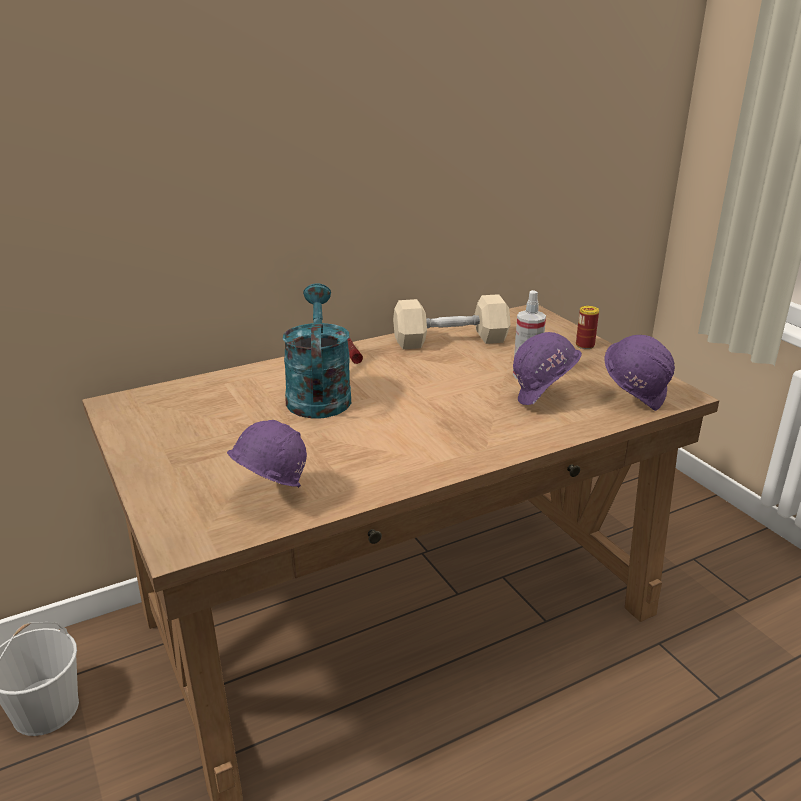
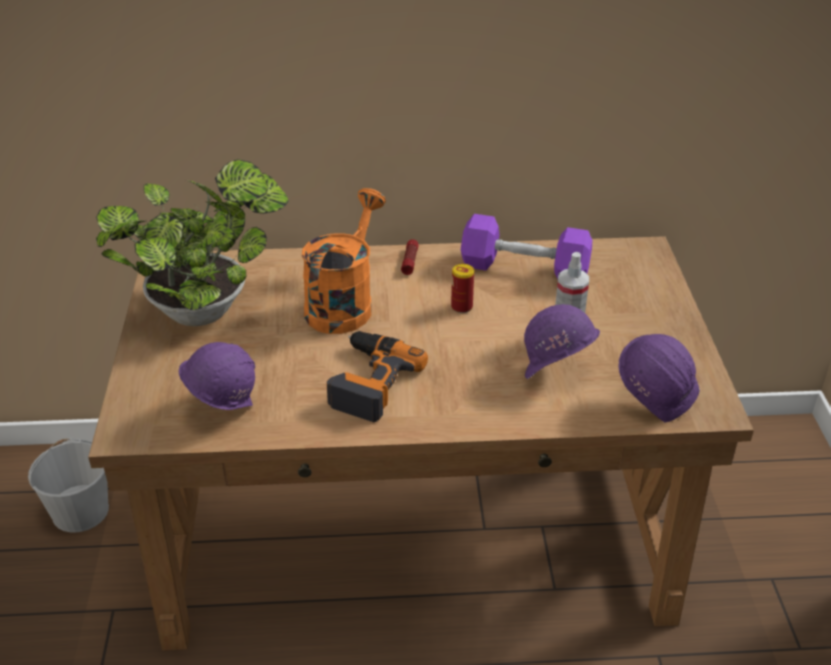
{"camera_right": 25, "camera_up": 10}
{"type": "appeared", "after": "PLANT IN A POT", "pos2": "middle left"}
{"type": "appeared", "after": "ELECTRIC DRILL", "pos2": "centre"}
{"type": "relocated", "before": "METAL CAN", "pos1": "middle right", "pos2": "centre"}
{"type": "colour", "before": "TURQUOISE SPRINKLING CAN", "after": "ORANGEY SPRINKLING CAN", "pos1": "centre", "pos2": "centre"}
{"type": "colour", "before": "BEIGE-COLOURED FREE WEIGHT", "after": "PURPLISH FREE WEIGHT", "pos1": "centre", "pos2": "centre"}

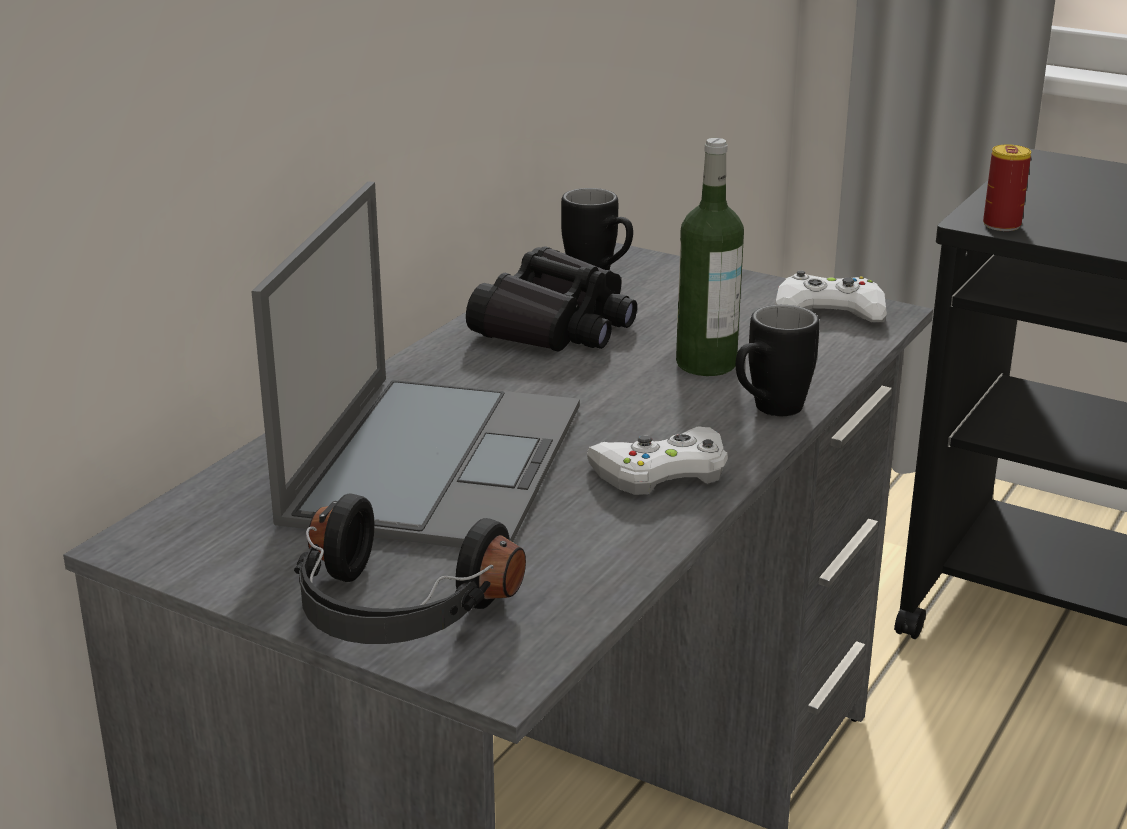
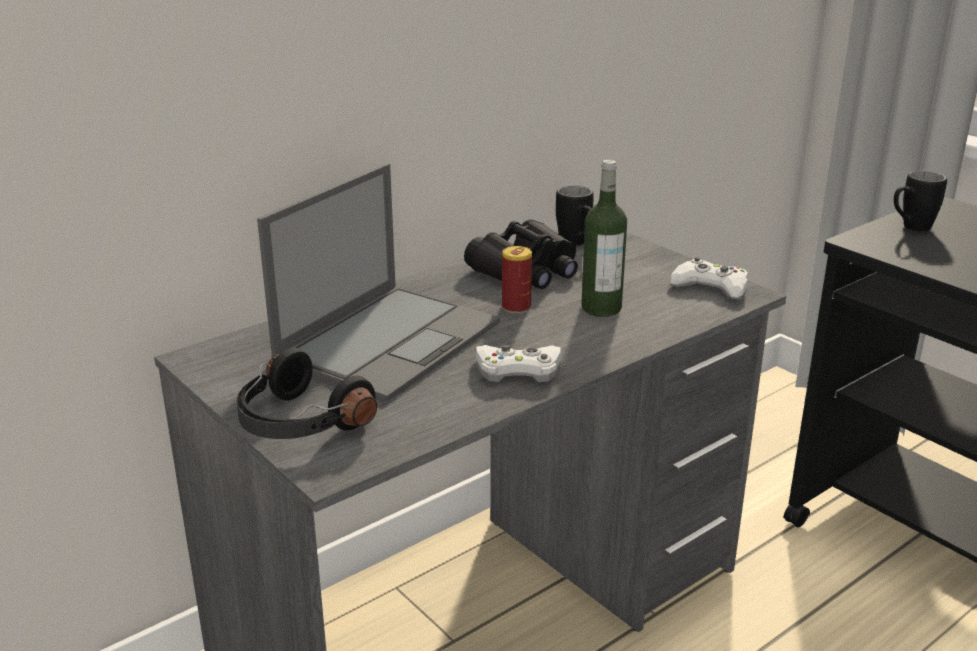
{"camera_right": 20, "camera_up": 0}
{"type": "relocated", "before": "BLACKISH COFFEE MUG (no. 2 from left)", "pos1": "middle right", "pos2": "top right"}
{"type": "relocated", "before": "METAL CAN", "pos1": "top right", "pos2": "centre"}

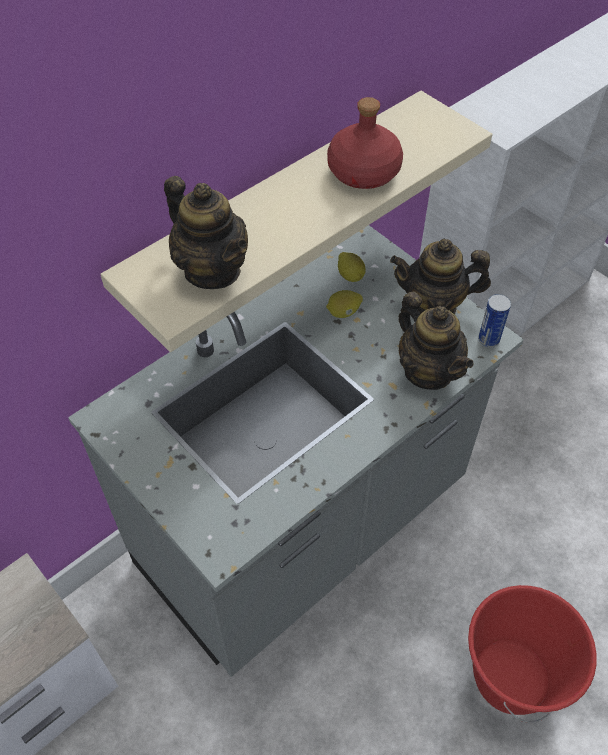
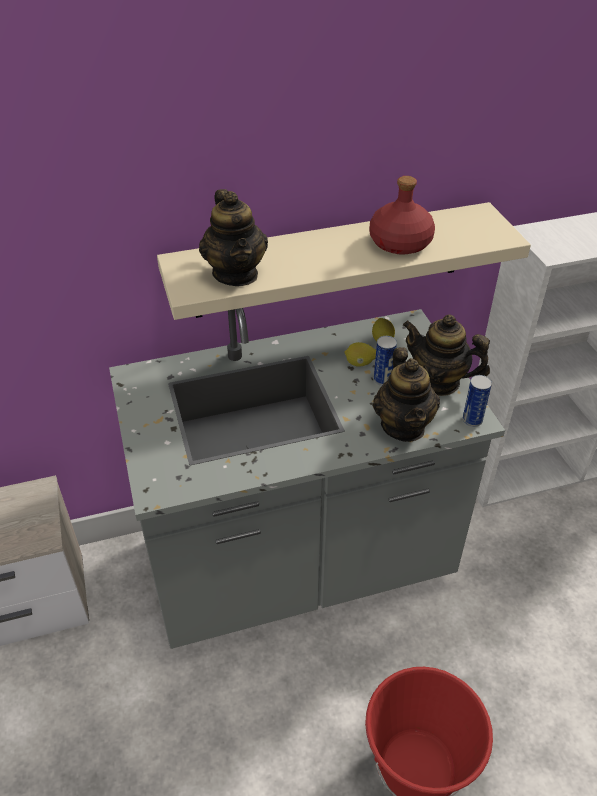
{"camera_right": 25, "camera_up": -10}
{"type": "appeared", "after": "METAL CAN (no. 1 from left)", "pos2": "centre"}

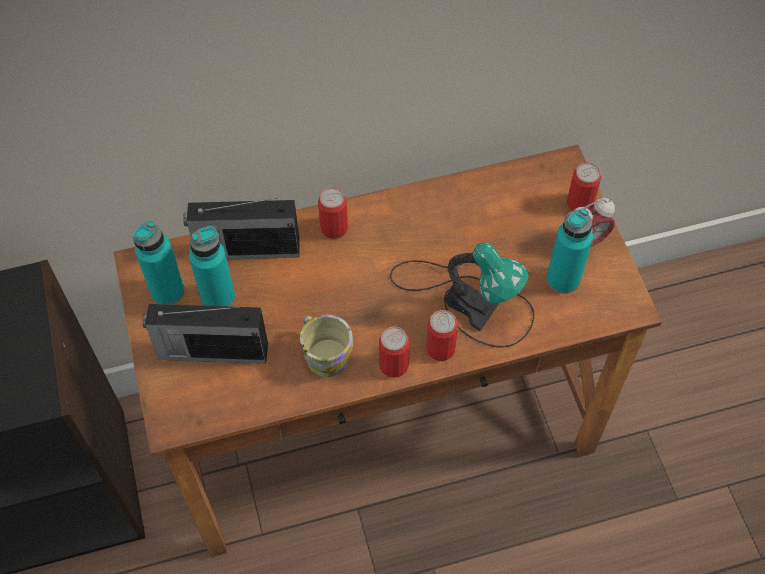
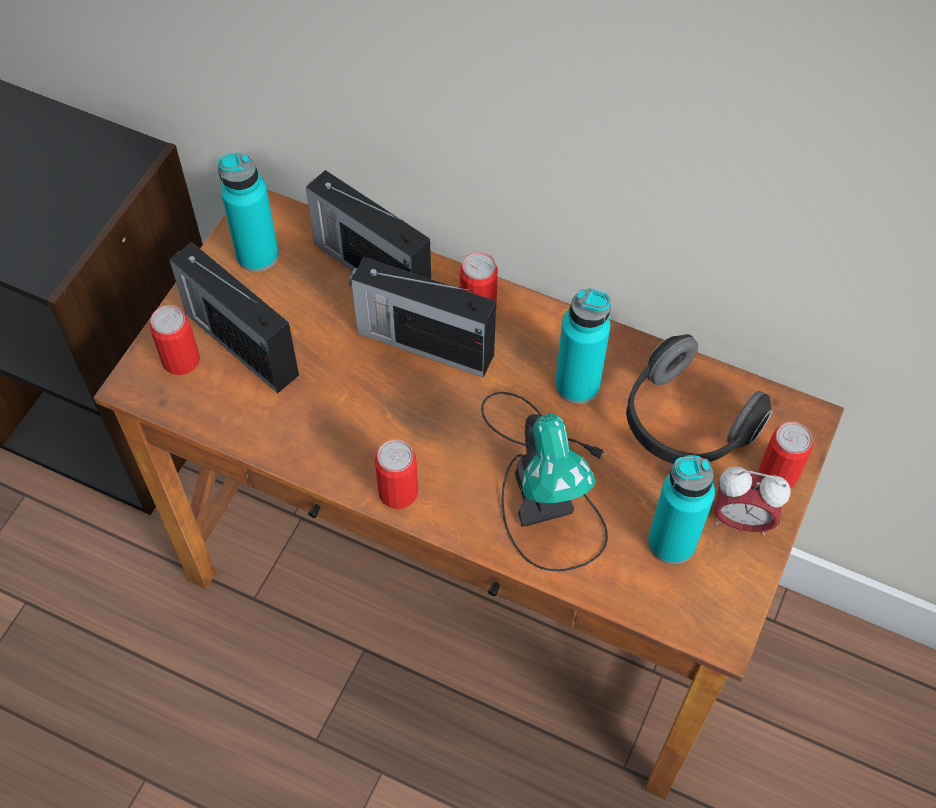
{"camera_right": 40, "camera_up": 0}
{"type": "missing", "before": "COFFEE MUG", "pos1": "centre"}
{"type": "appeared", "after": "RADIO SET (no. 3 from left)", "pos2": "centre"}
{"type": "appeared", "after": "PAIR OF HEADPHONES", "pos2": "middle right"}
{"type": "relocated", "before": "TURQUOISE BOTTLE (no. 2 from left)", "pos1": "middle left", "pos2": "centre"}
{"type": "relocated", "before": "METAL CAN (no. 3 from left in the first image)", "after": "METAL CAN (no. 1 from left)", "pos1": "centre", "pos2": "middle left"}

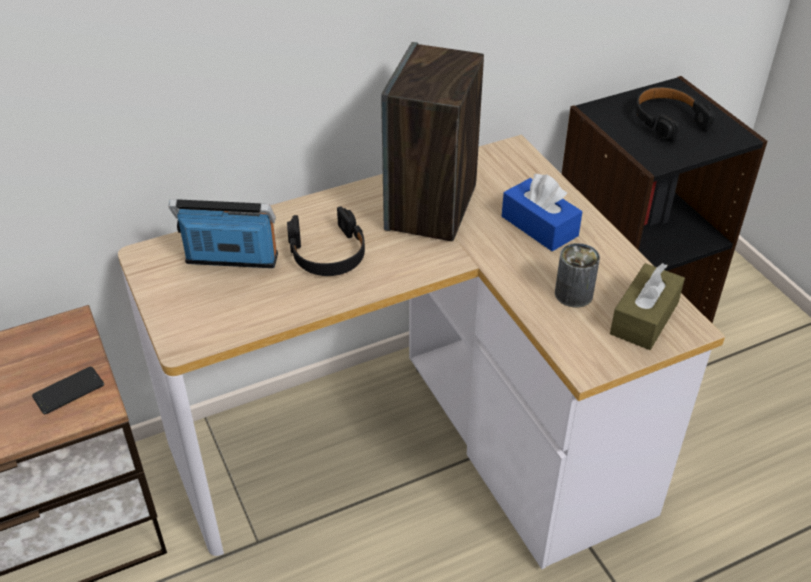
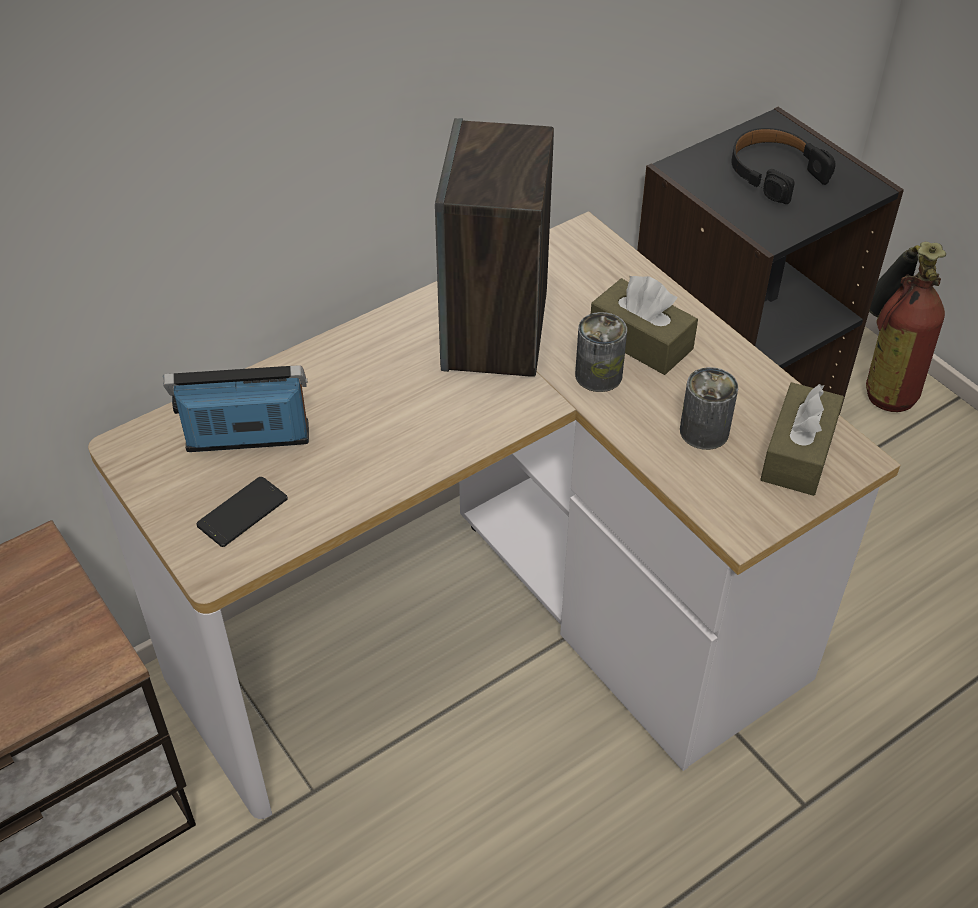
{"camera_right": -10, "camera_up": 5}
{"type": "missing", "before": "BLACKISH PAIR OF HEADPHONES (no. 1 from left)", "pos1": "centre"}
{"type": "appeared", "after": "METAL CAN (no. 1 from left)", "pos2": "centre"}
{"type": "appeared", "after": "EXTINGUISHER", "pos2": "middle right"}
{"type": "relocated", "before": "TELEPHONE", "pos1": "bottom left", "pos2": "middle left"}
{"type": "colour", "before": "BLUISH TISSUE HOLDER", "after": "BROWN-COLOURED TISSUE HOLDER (no. 1 from left)", "pos1": "middle right", "pos2": "centre"}

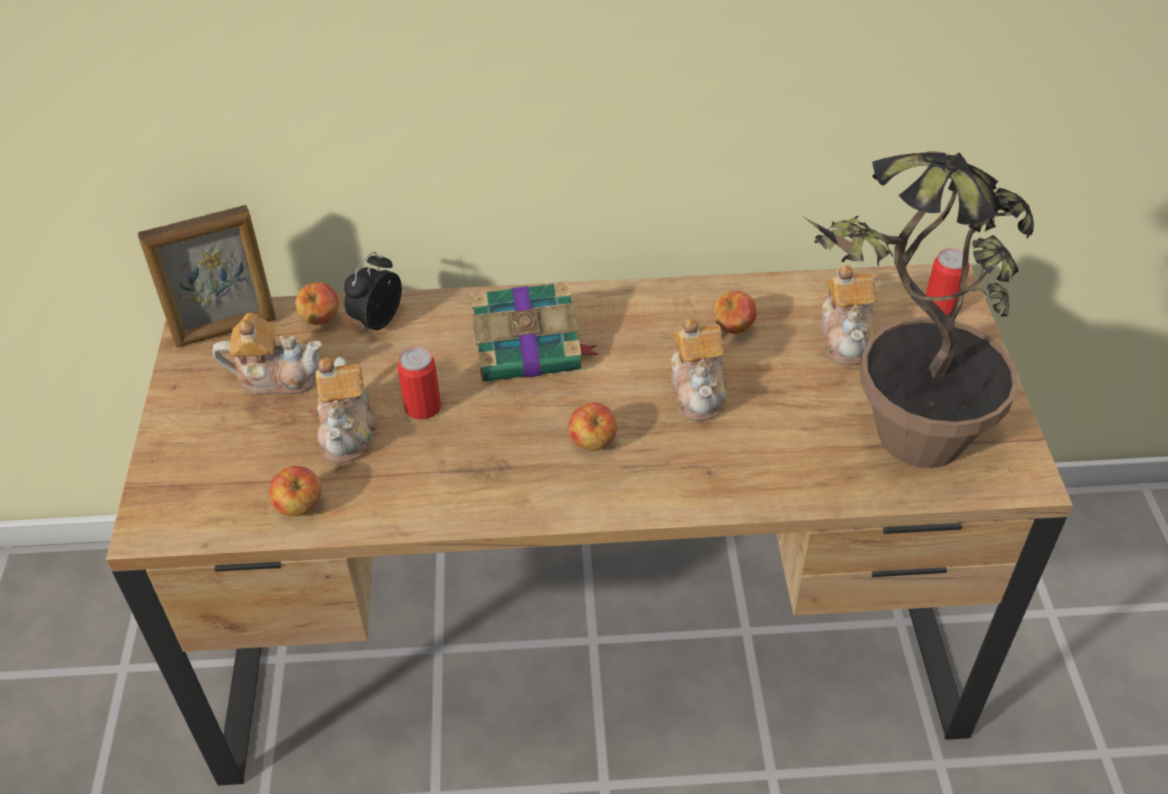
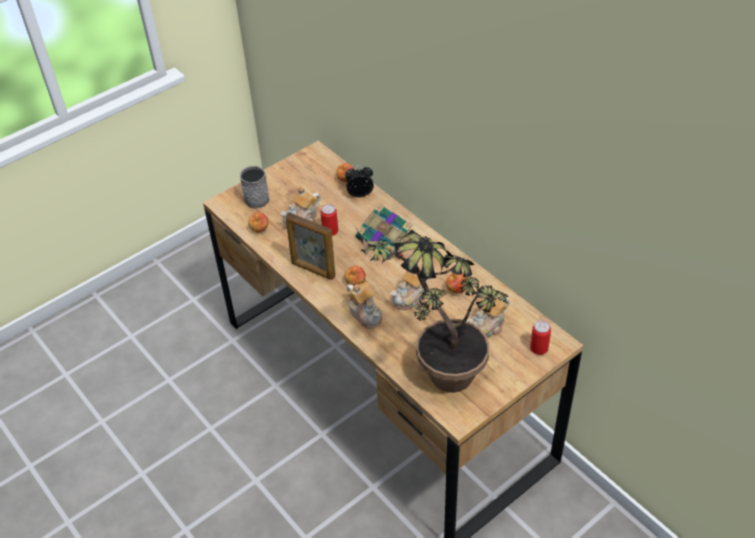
{"camera_right": 55, "camera_up": 0}
{"type": "appeared", "after": "GREY COFFEE MUG", "pos2": "centre"}
{"type": "relocated", "before": "PHOTO FRAME", "pos1": "middle left", "pos2": "centre"}
{"type": "relocated", "before": "POT FOR TEA (no. 1 from left in the first image)", "after": "POT FOR TEA (no. 2 from left)", "pos1": "middle left", "pos2": "centre"}

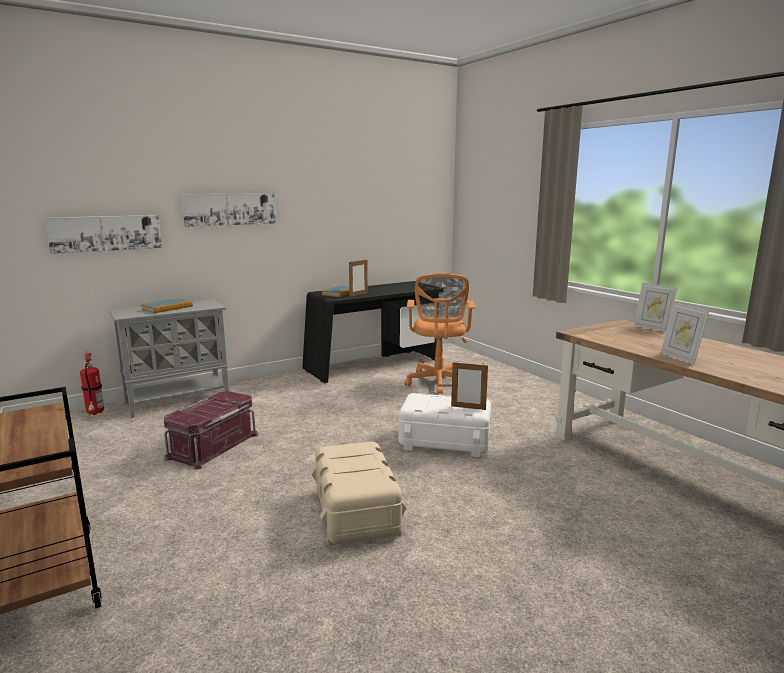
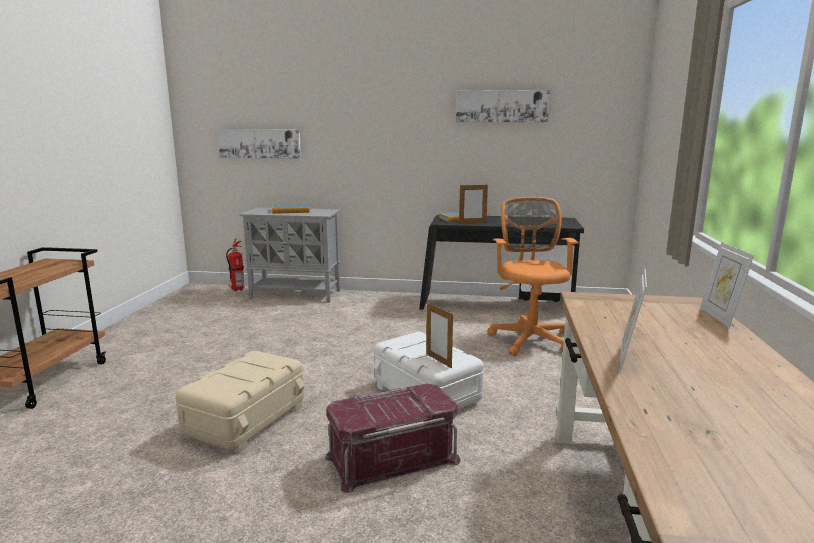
{"camera_right": 40, "camera_up": 0}
{"type": "relocated", "before": "RED STORAGE CONTAINER", "pos1": "middle left", "pos2": "bottom centre"}
{"type": "relocated", "before": "WALL ART (no. 2 from left)", "pos1": "top left", "pos2": "top centre"}
{"type": "spun", "before": "ORANGEY COMPUTER CHAIR", "pos1": "centre", "pos2": "centre", "turn": 135}

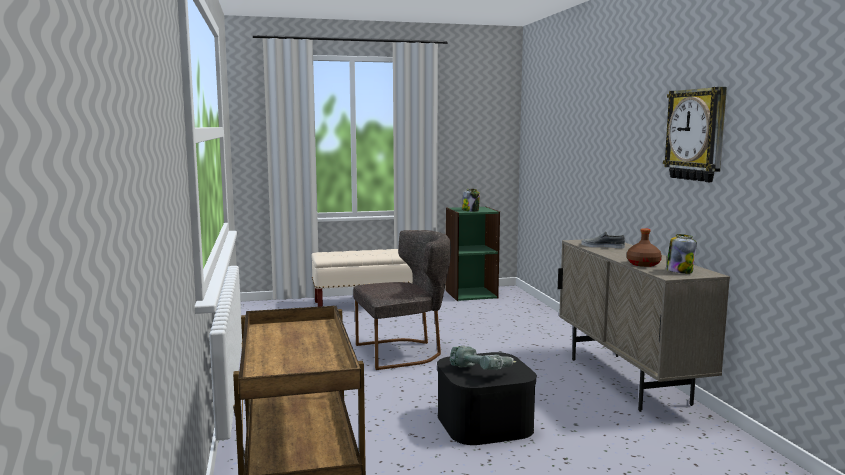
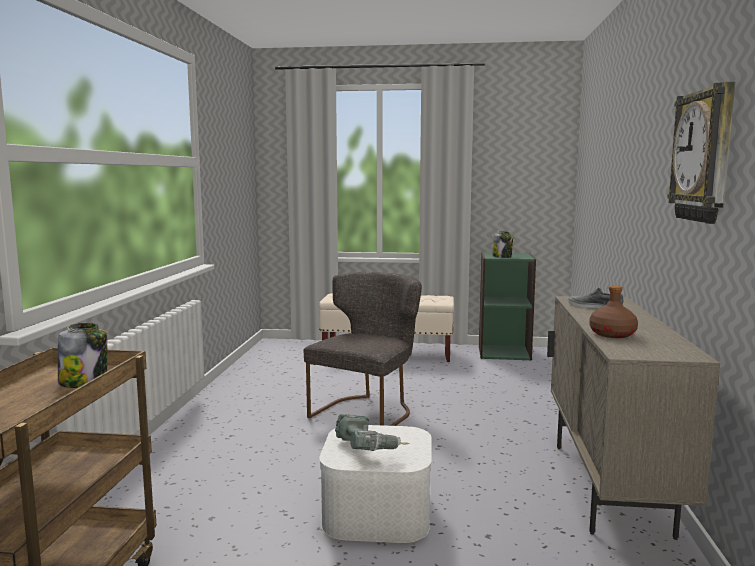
{"camera_right": 20, "camera_up": 0}
{"type": "relocated", "before": "PRESERVE JAR (no. 2 from left in the first image)", "after": "PRESERVE JAR (no. 1 from left)", "pos1": "middle right", "pos2": "middle left"}
{"type": "colour", "before": "BLACKISH STORAGE CONTAINER", "after": "WHITISH STORAGE CONTAINER", "pos1": "bottom centre", "pos2": "bottom centre"}
{"type": "spun", "before": "GREY PLAIN CHAIR", "pos1": "centre", "pos2": "centre", "turn": -60}

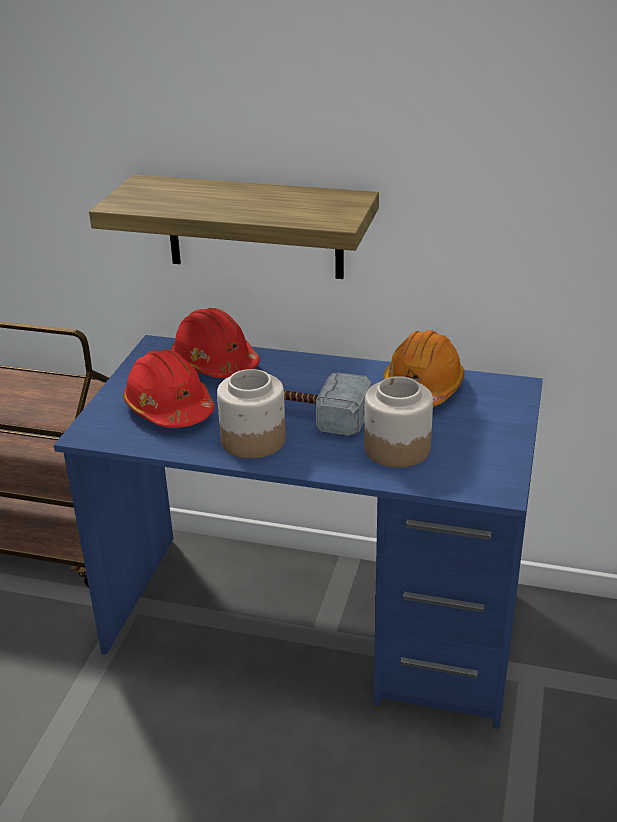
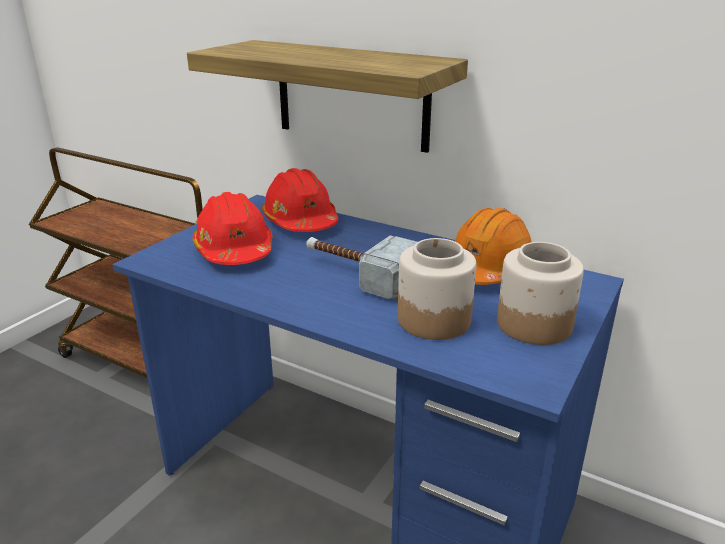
{"camera_right": 15, "camera_up": -5}
{"type": "relocated", "before": "PRESERVE JAR (no. 1 from left in the first image)", "after": "PRESERVE JAR (no. 2 from left)", "pos1": "centre", "pos2": "middle right"}

